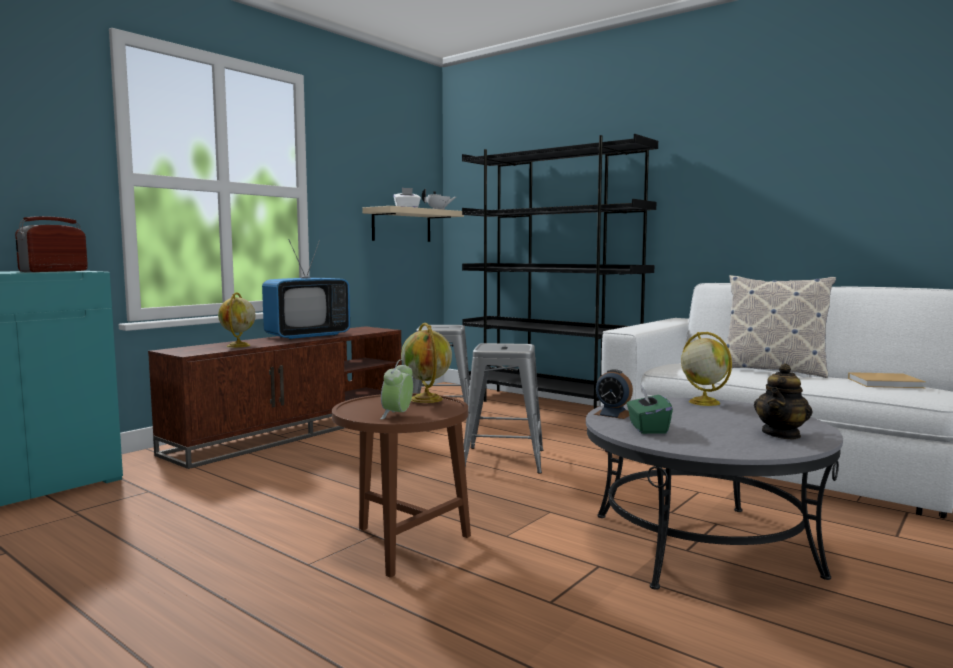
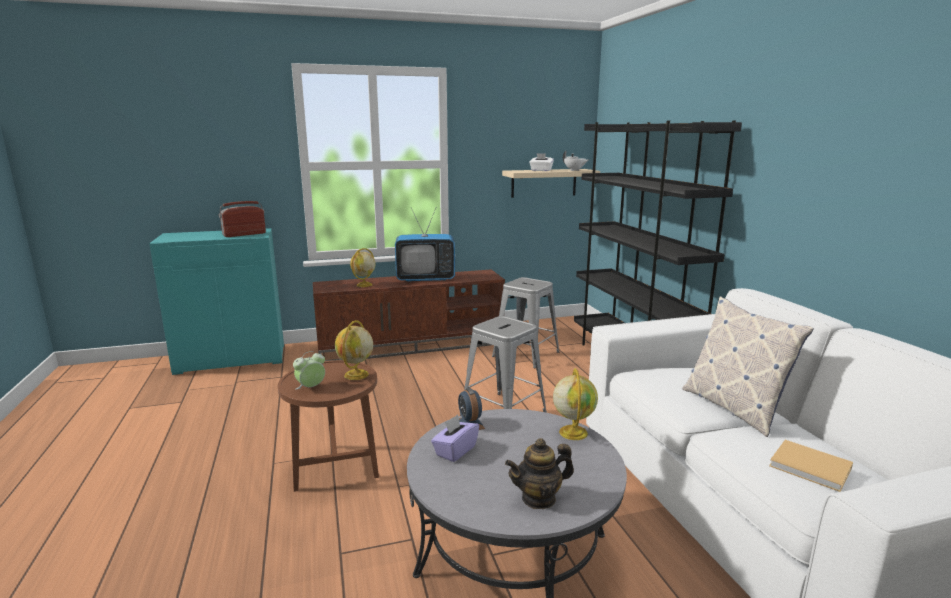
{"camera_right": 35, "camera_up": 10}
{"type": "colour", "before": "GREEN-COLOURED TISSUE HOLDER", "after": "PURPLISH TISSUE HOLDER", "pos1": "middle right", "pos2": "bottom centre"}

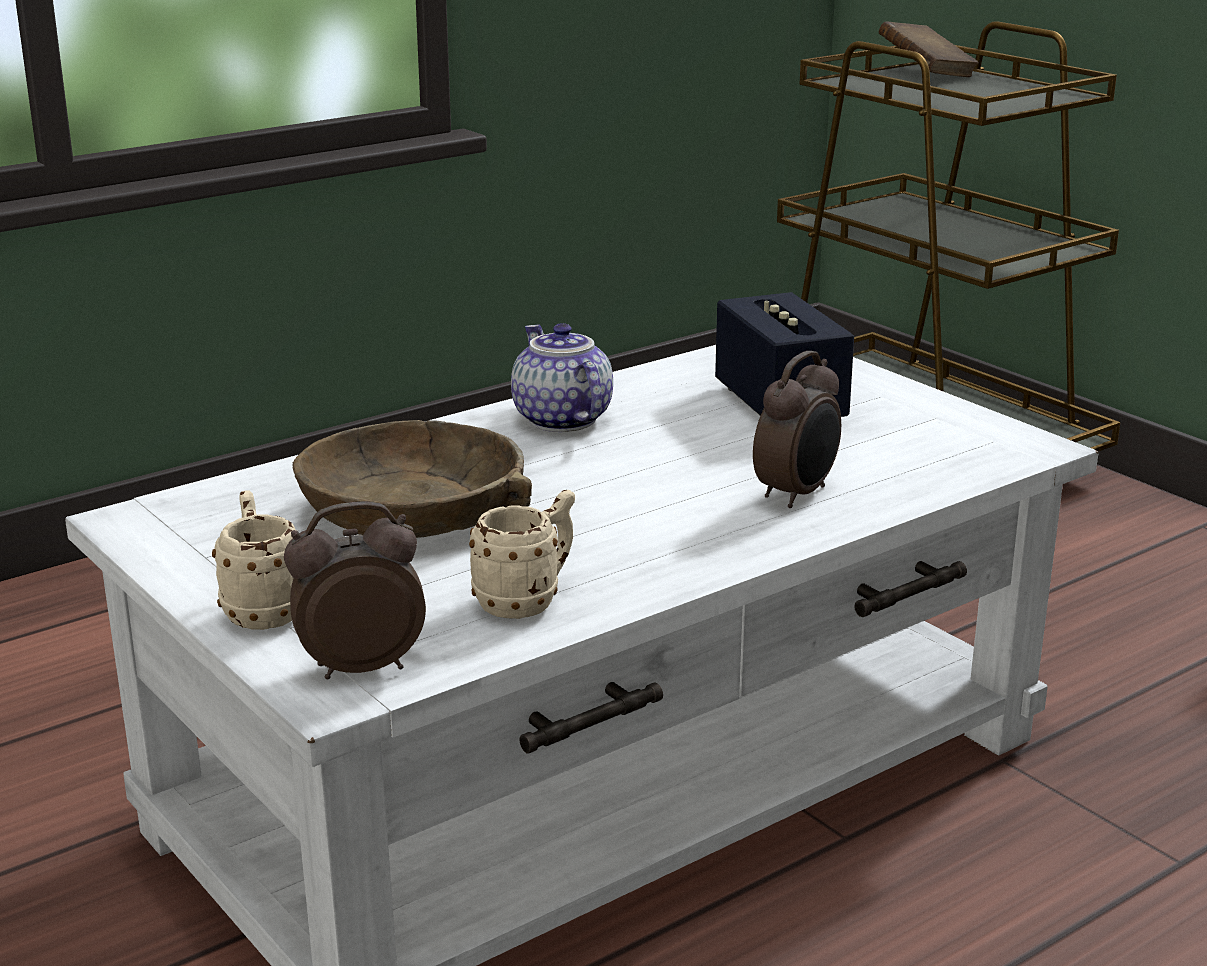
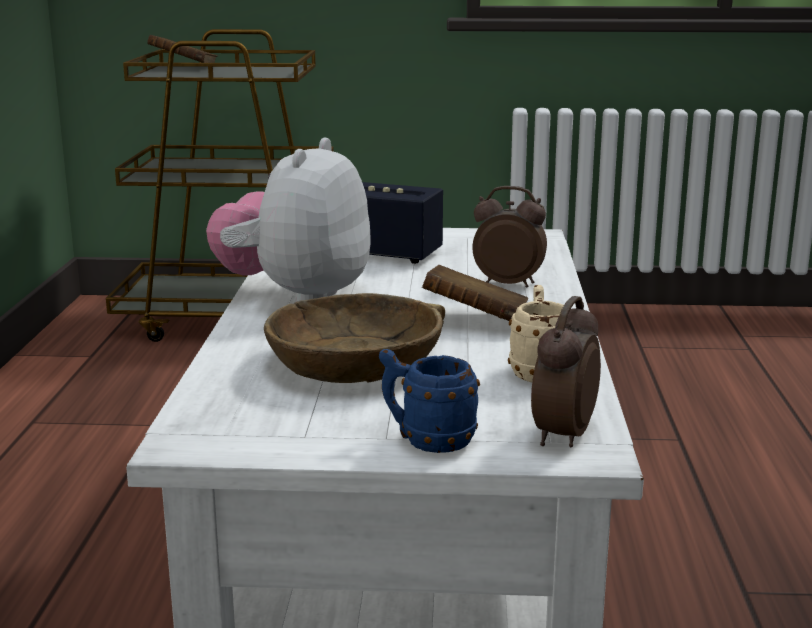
{"camera_right": -50, "camera_up": -5}
{"type": "appeared", "after": "BROWN-COLOURED BOOK (no. 2 from left)", "pos2": "centre"}
{"type": "exchanged", "before": "POT FOR TEA", "after": "PLUSH TOY", "pos1": "centre", "pos2": "centre"}
{"type": "colour", "before": "BEIGE-COLOURED COFFEE MUG (no. 1 from left)", "after": "BLUISH COFFEE MUG", "pos1": "middle left", "pos2": "centre"}
{"type": "spun", "before": "BEDSIDE CLOCK (no. 2 from left in the first image)", "pos1": "centre", "pos2": "centre", "turn": -60}

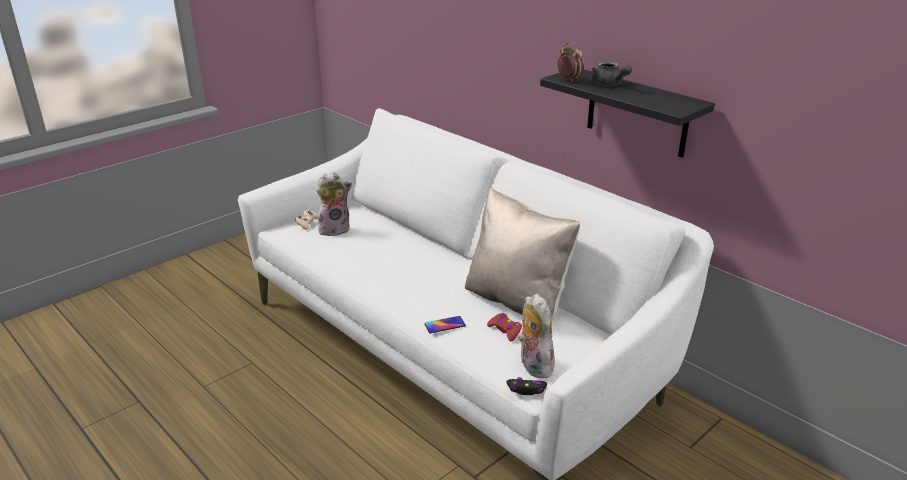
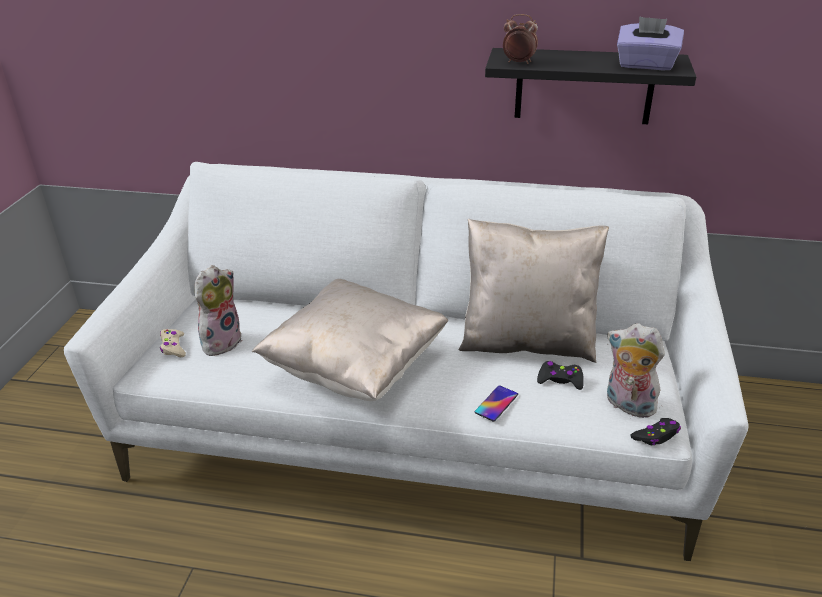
{"camera_right": -35, "camera_up": 5}
{"type": "missing", "before": "GREY POT FOR TEA", "pos1": "top right"}
{"type": "appeared", "after": "BEIGE-COLOURED THROW PILLOW (no. 1 from left)", "pos2": "centre"}
{"type": "appeared", "after": "PURPLISH TISSUE HOLDER", "pos2": "top right"}
{"type": "colour", "before": "RED JOYPAD", "after": "BLACKISH JOYPAD (no. 1 from left)", "pos1": "bottom centre", "pos2": "middle right"}

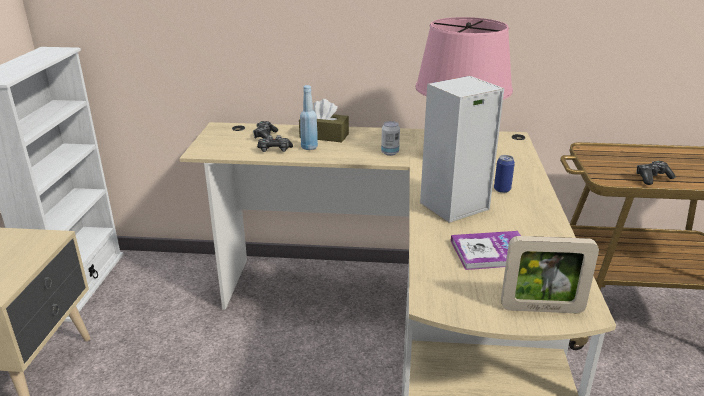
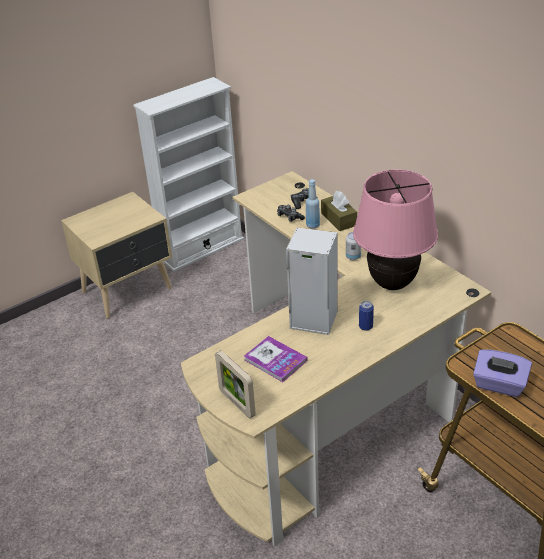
{"camera_right": 50, "camera_up": 10}
{"type": "exchanged", "before": "JOYPAD (no. 3 from left)", "after": "PURPLISH TISSUE HOLDER", "pos1": "middle right", "pos2": "bottom right"}

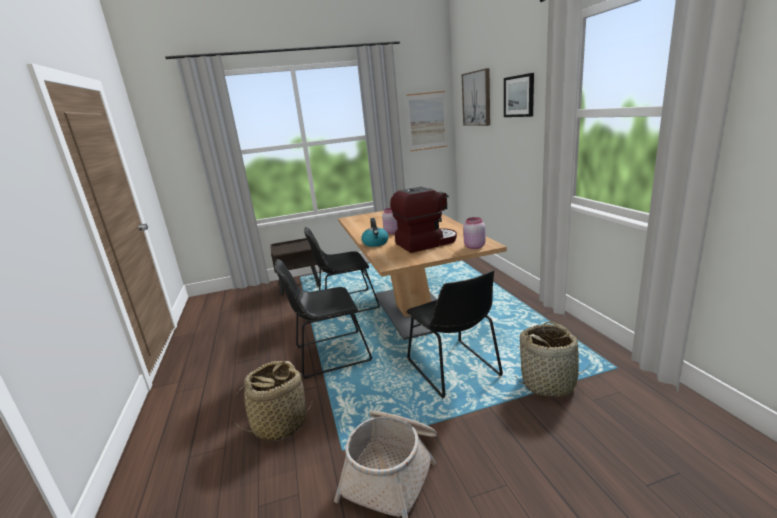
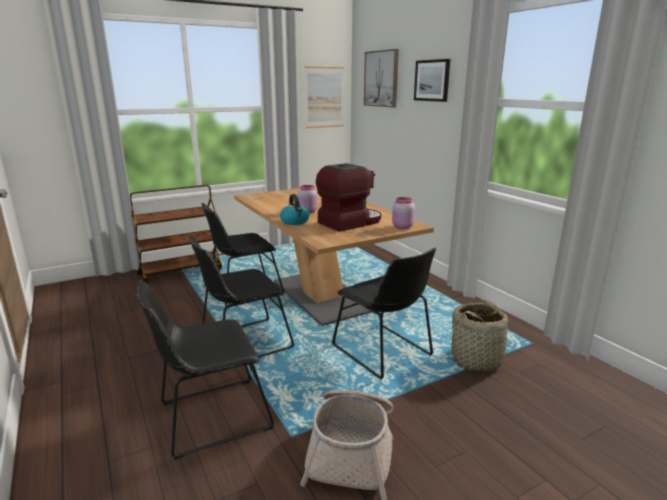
{"camera_right": -15, "camera_up": 0}
{"type": "exchanged", "before": "STORAGE BASKET (no. 1 from left)", "after": "BLACKISH PLAIN CHAIR (no. 1 from left)", "pos1": "bottom centre", "pos2": "bottom left"}
{"type": "exchanged", "before": "BROWN-COLOURED BEDSIDE TABLE", "after": "BROWN-COLOURED CART", "pos1": "centre", "pos2": "middle left"}

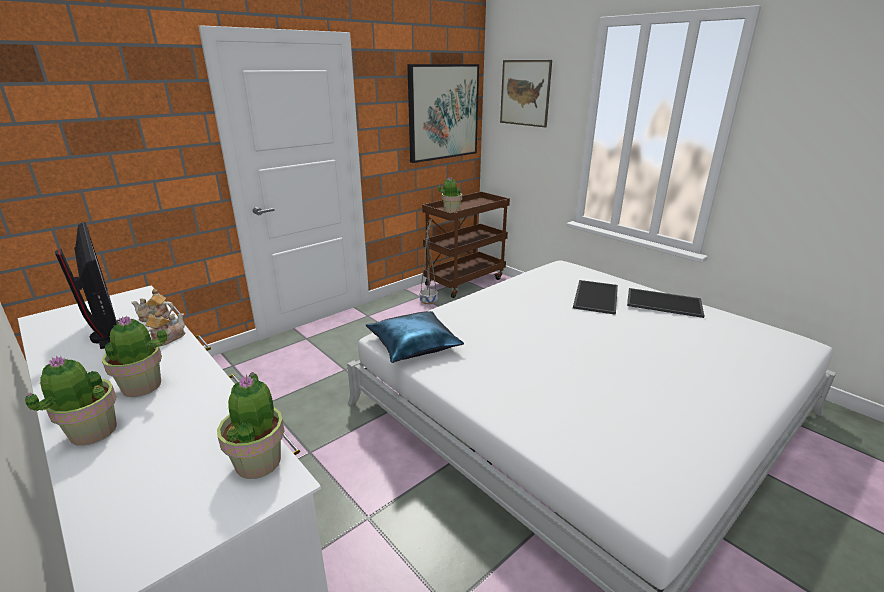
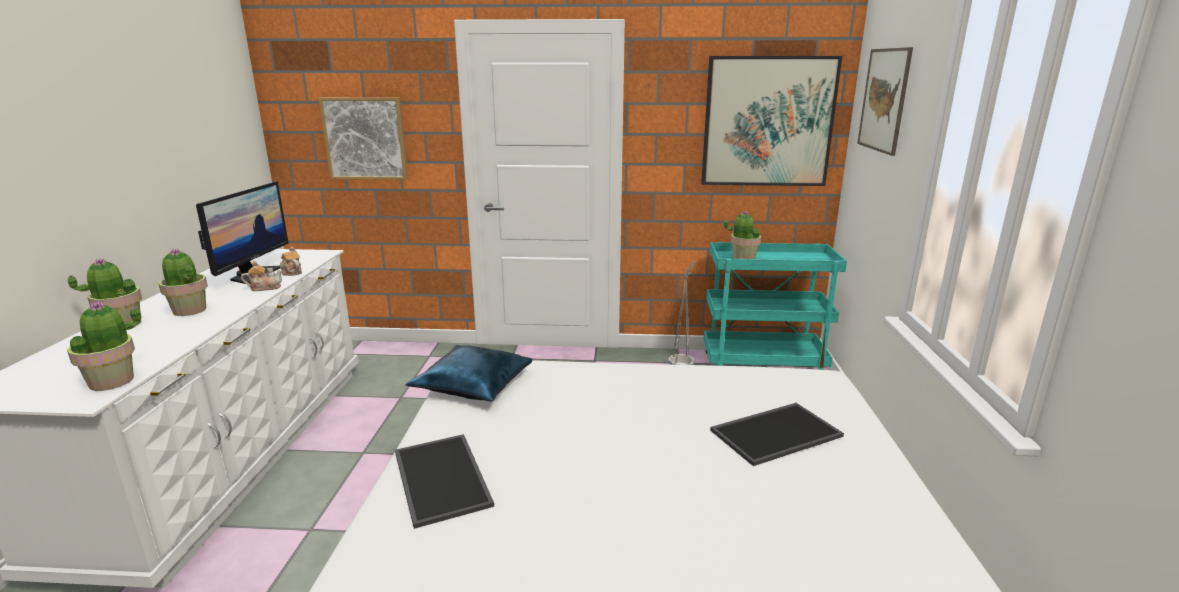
{"camera_right": 45, "camera_up": -5}
{"type": "appeared", "after": "WALL ART (no. 1 from left)", "pos2": "top left"}
{"type": "relocated", "before": "TRAY (no. 2 from left in the first image)", "after": "TRAY (no. 1 from left)", "pos1": "middle right", "pos2": "bottom centre"}
{"type": "colour", "before": "BROWN-COLOURED CART", "after": "TURQUOISE CART", "pos1": "centre", "pos2": "centre"}

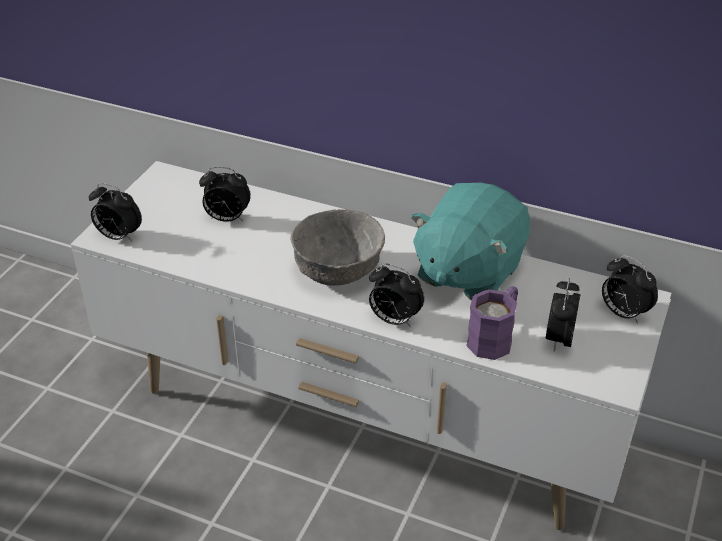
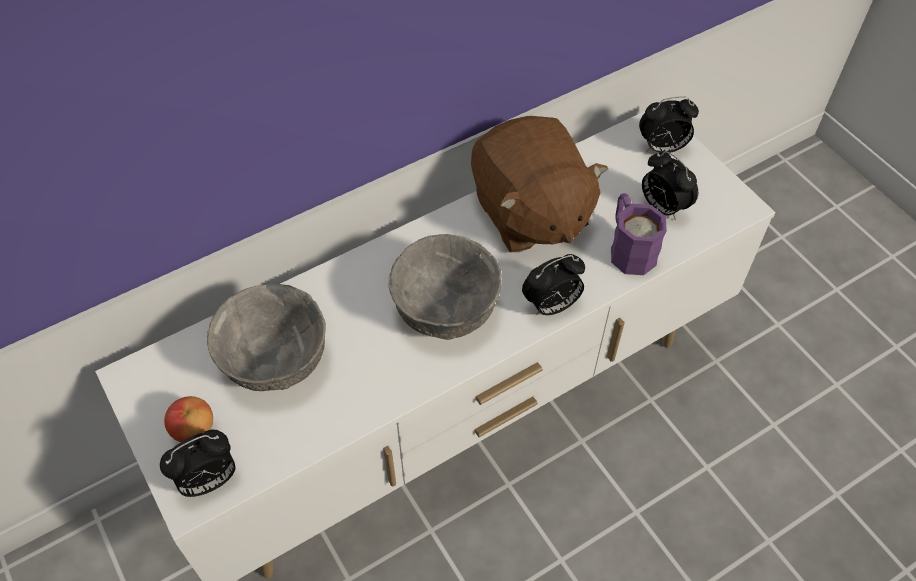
{"camera_right": -55, "camera_up": 15}
{"type": "appeared", "after": "WHOLE APPLE", "pos2": "bottom left"}
{"type": "exchanged", "before": "BEDSIDE CLOCK (no. 2 from left)", "after": "GREY SERVING BOWL (no. 1 from left)", "pos1": "middle left", "pos2": "middle left"}
{"type": "colour", "before": "TURQUOISE PLUSH TOY", "after": "BROWN-COLOURED PLUSH TOY", "pos1": "centre", "pos2": "top centre"}

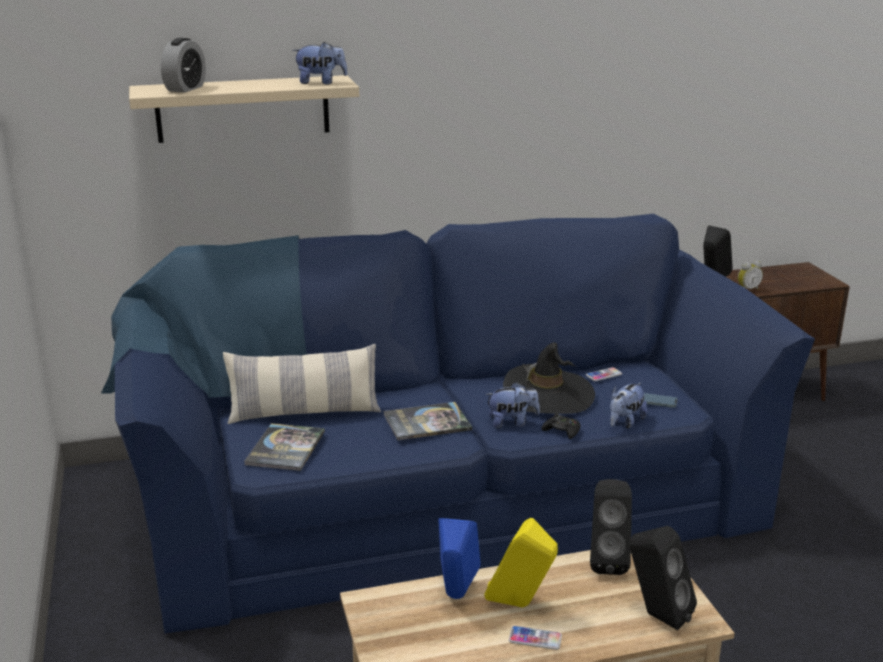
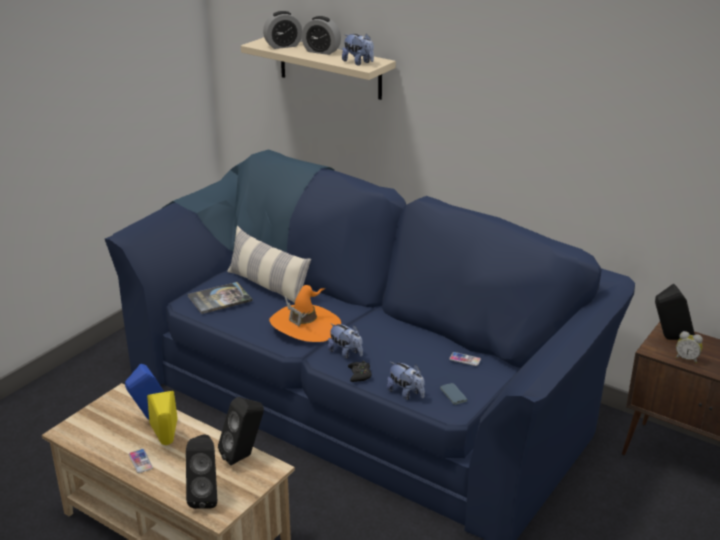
{"camera_right": 50, "camera_up": 5}
{"type": "missing", "before": "BLACKISH CLOTHING HAT", "pos1": "centre"}
{"type": "appeared", "after": "BEDSIDE CLOCK (no. 2 from left)", "pos2": "top centre"}
{"type": "exchanged", "before": "BOOK (no. 2 from left)", "after": "ORANGEY CLOTHING HAT", "pos1": "centre", "pos2": "centre"}
{"type": "spun", "before": "PLUSH TOY (no. 3 from left)", "pos1": "middle right", "pos2": "bottom centre", "turn": -135}

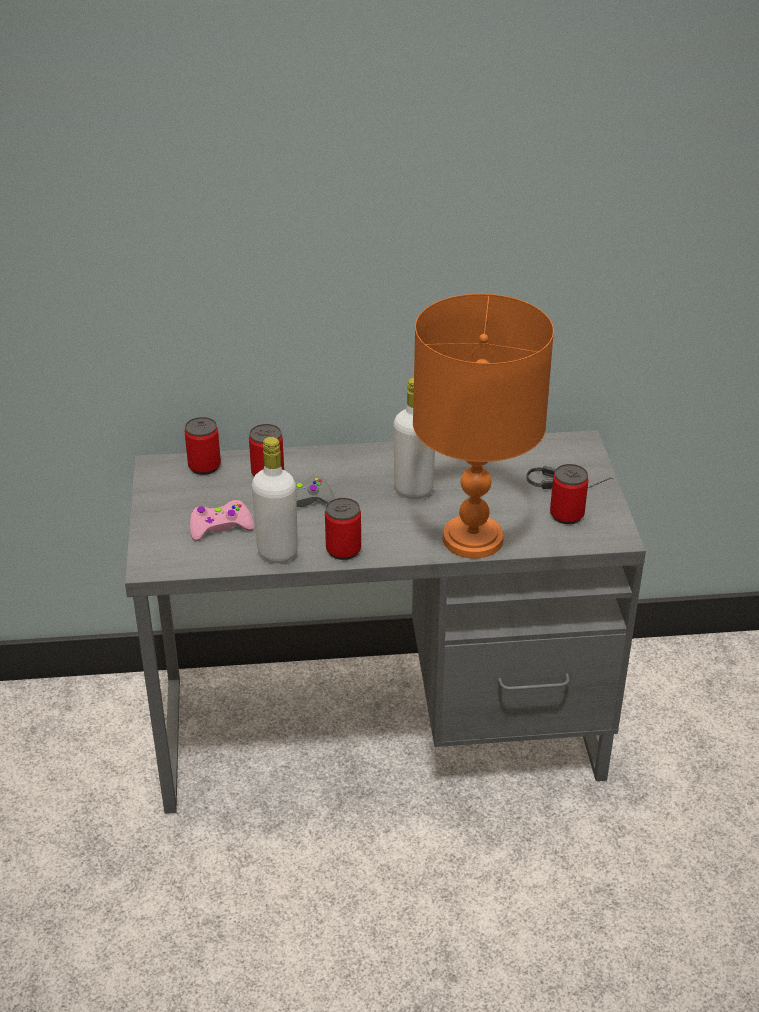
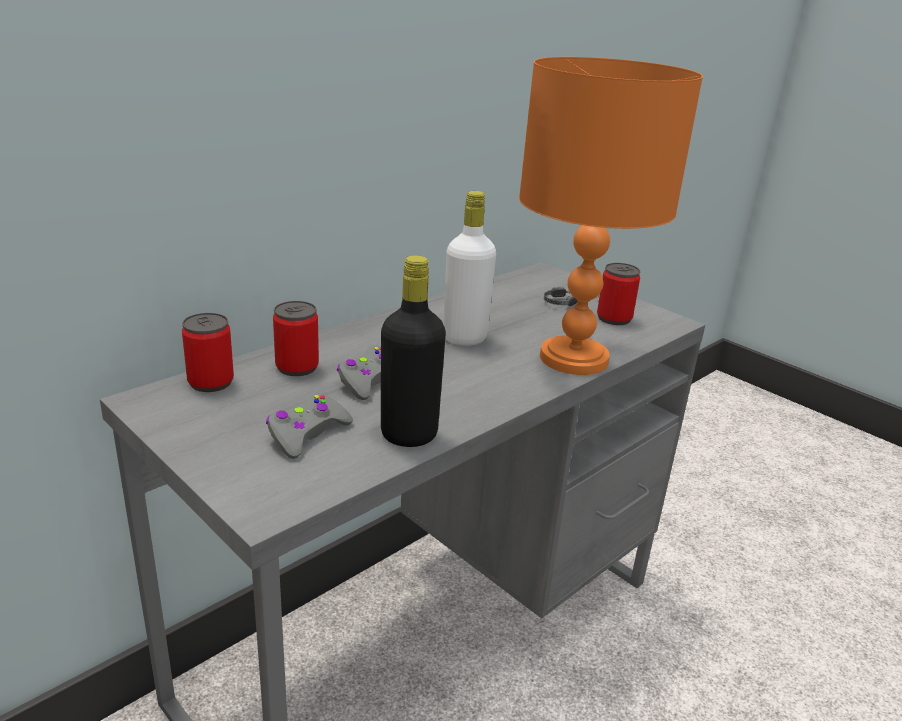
{"camera_right": -40, "camera_up": -10}
{"type": "missing", "before": "METAL CAN (no. 3 from left)", "pos1": "centre"}
{"type": "colour", "before": "PINK-COLOURED JOYPAD", "after": "GREY JOYPAD (no. 1 from left)", "pos1": "middle left", "pos2": "centre"}
{"type": "colour", "before": "WHITISH BOTTLE (no. 1 from left)", "after": "BLACKISH BOTTLE", "pos1": "centre", "pos2": "centre"}

